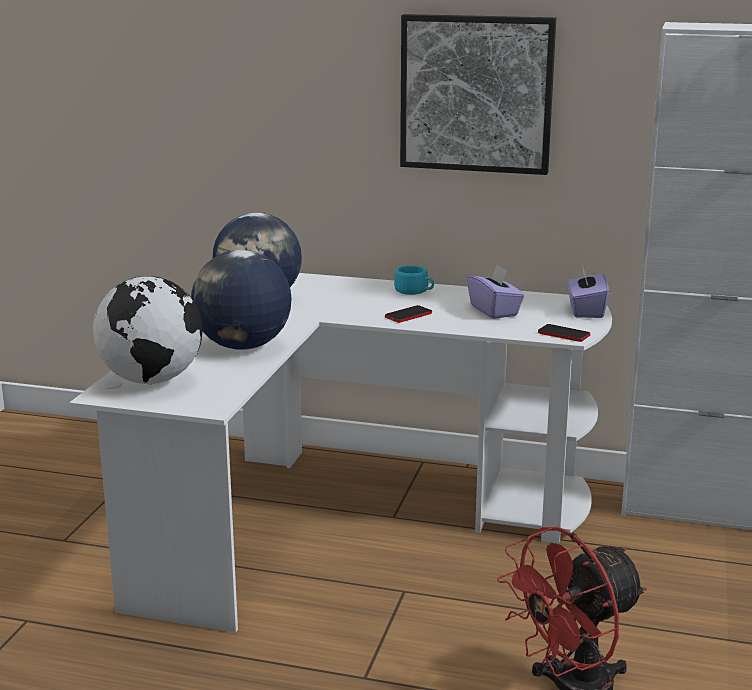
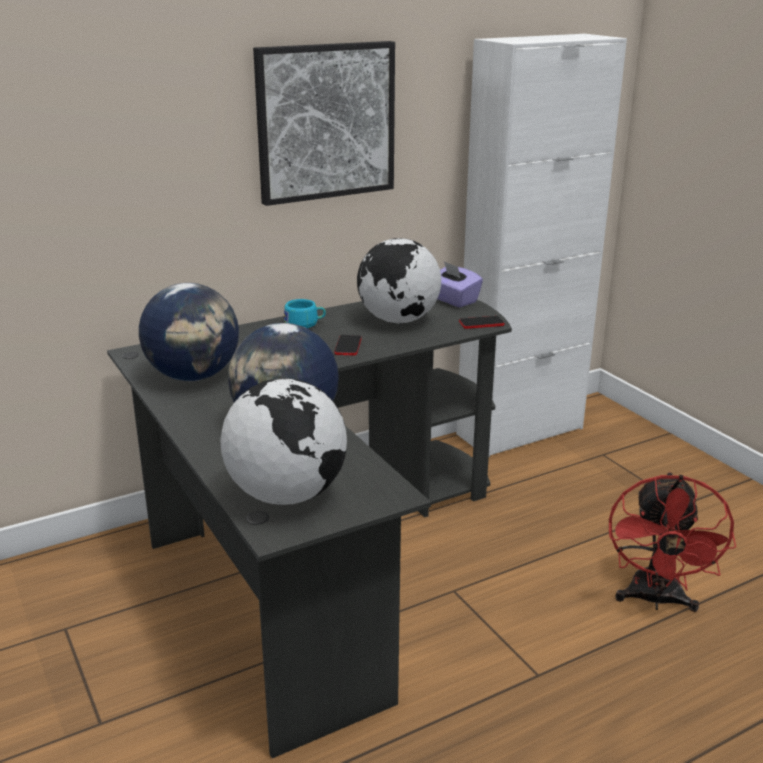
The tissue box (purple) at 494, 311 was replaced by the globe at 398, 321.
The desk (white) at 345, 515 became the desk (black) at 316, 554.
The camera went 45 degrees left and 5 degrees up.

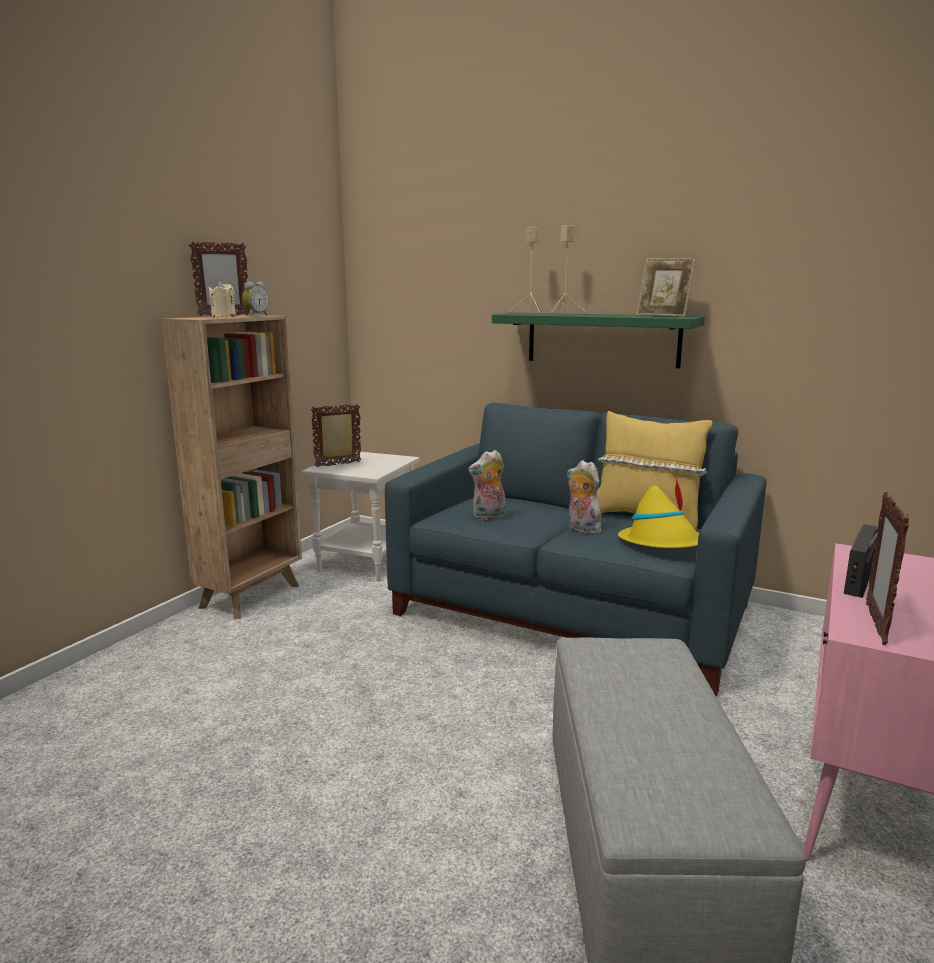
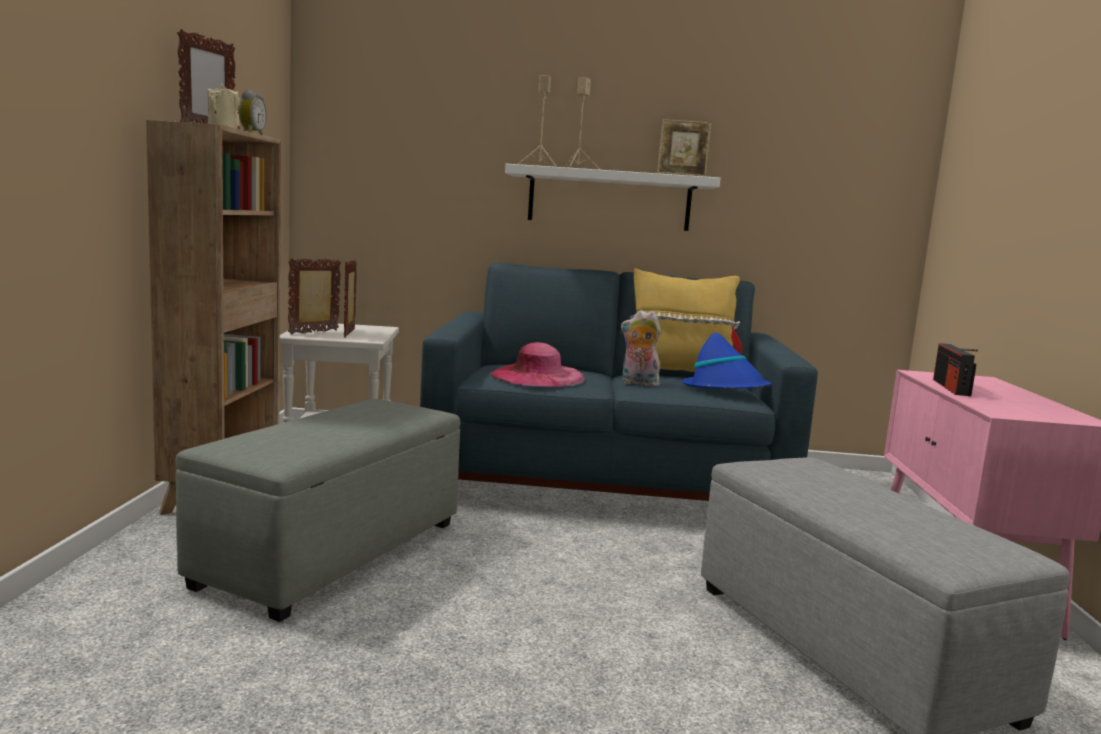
The ottoman (grey) at 331, 554 appeared.
The picture frame moved from 876, 624 to 350, 333.
The plush toy at 489, 517 was replaced by the hat (pink) at 537, 376.
The shelf (green) at 602, 339 became the shelf (white) at 609, 199.
The hat (yellow) at 662, 544 became the hat (blue) at 725, 390.
The camera went 25 degrees left and 5 degrees down.

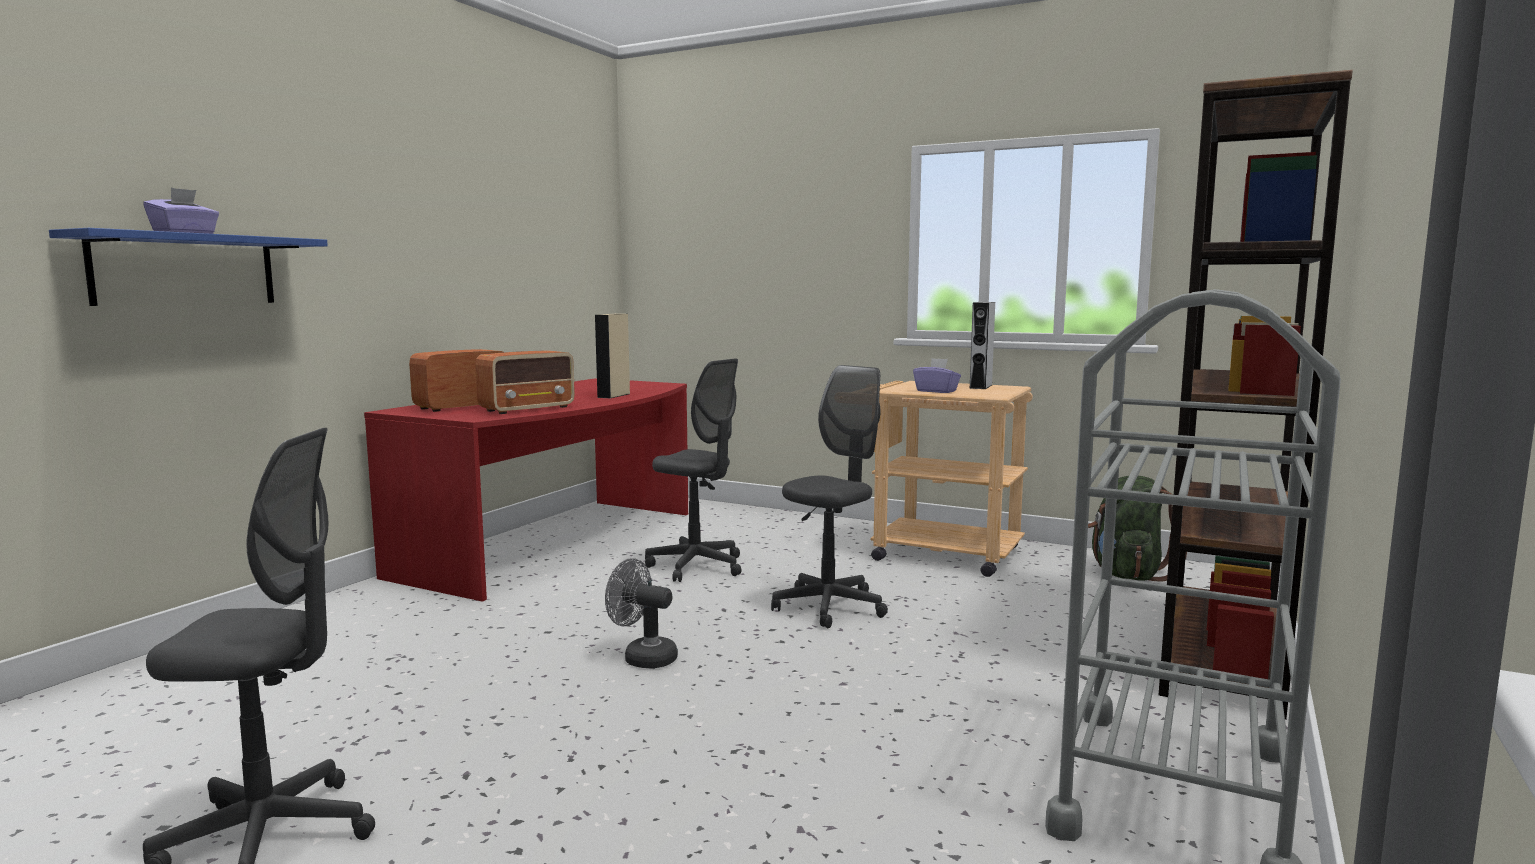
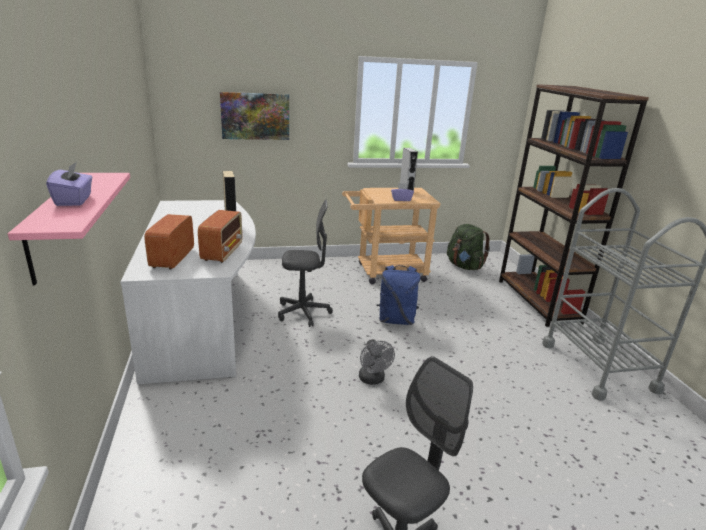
The picture at 255, 116 appeared.
The office chair (grey) at 829, 607 was replaced by the backpack (blue) at 396, 320.
The shelf (blue) at 185, 270 became the shelf (pink) at 55, 225.
The desk (red) at 559, 544 became the desk (white) at 203, 318.
The fan (grey) at 643, 657 turned 90 degrees counterclockwise.
The camera went 40 degrees left and 15 degrees up.

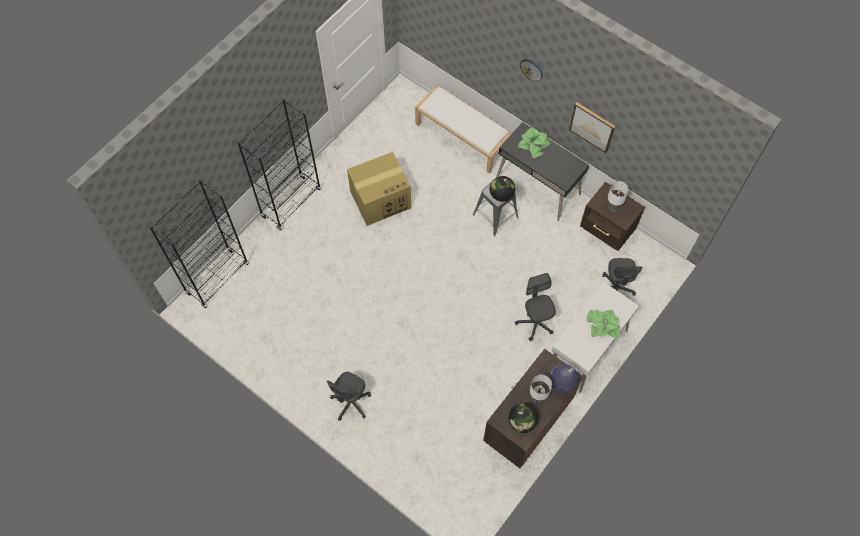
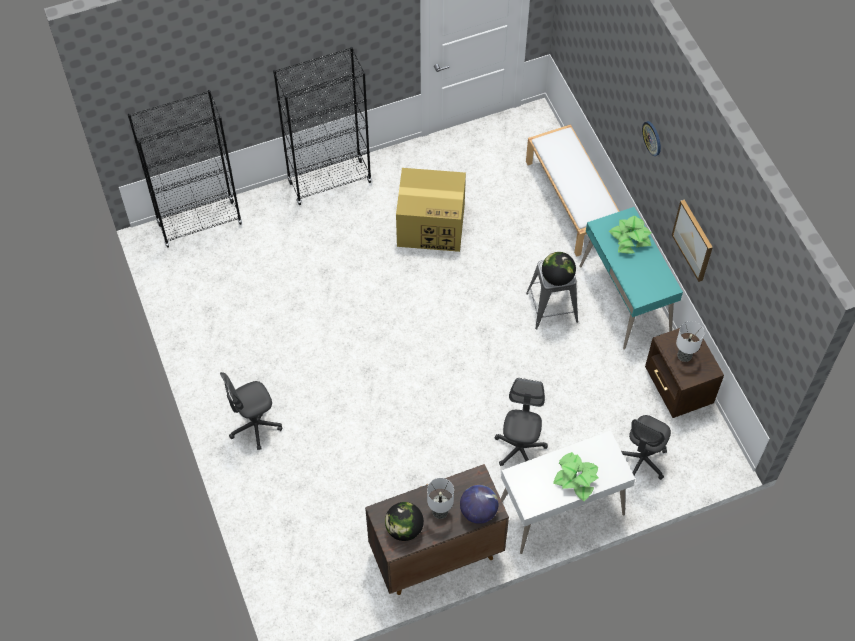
The desk (black) at 538, 186 became the desk (turquoise) at 625, 299.
The camera went 30 degrees right and 5 degrees down.

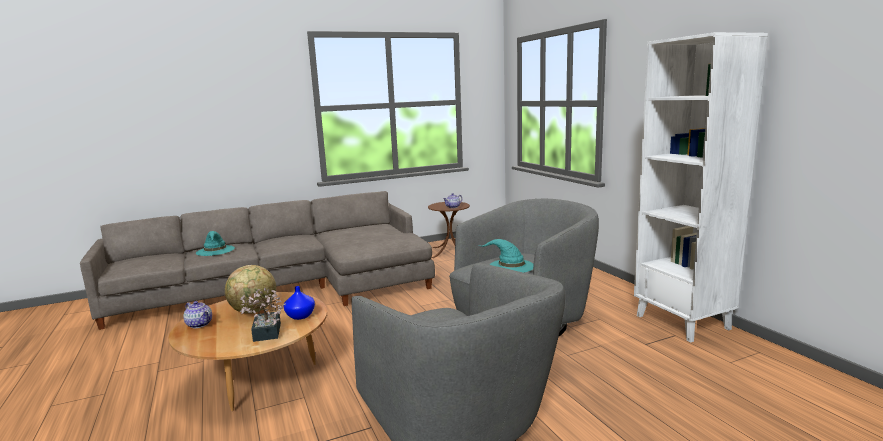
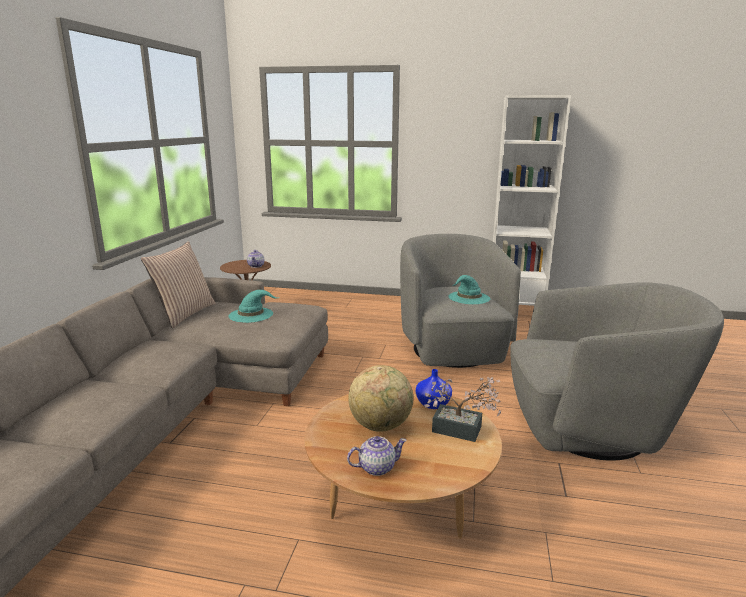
The pillow at 184, 314 appeared.
The hat (turquoise) moved from 215, 250 to 251, 314.
The camera went 55 degrees left and 5 degrees up.

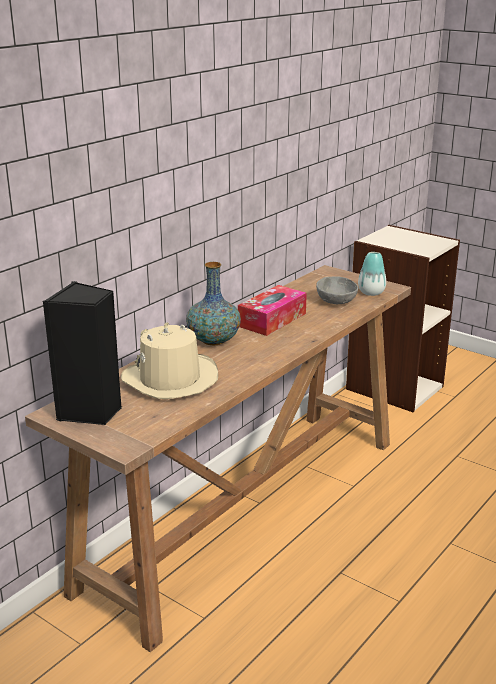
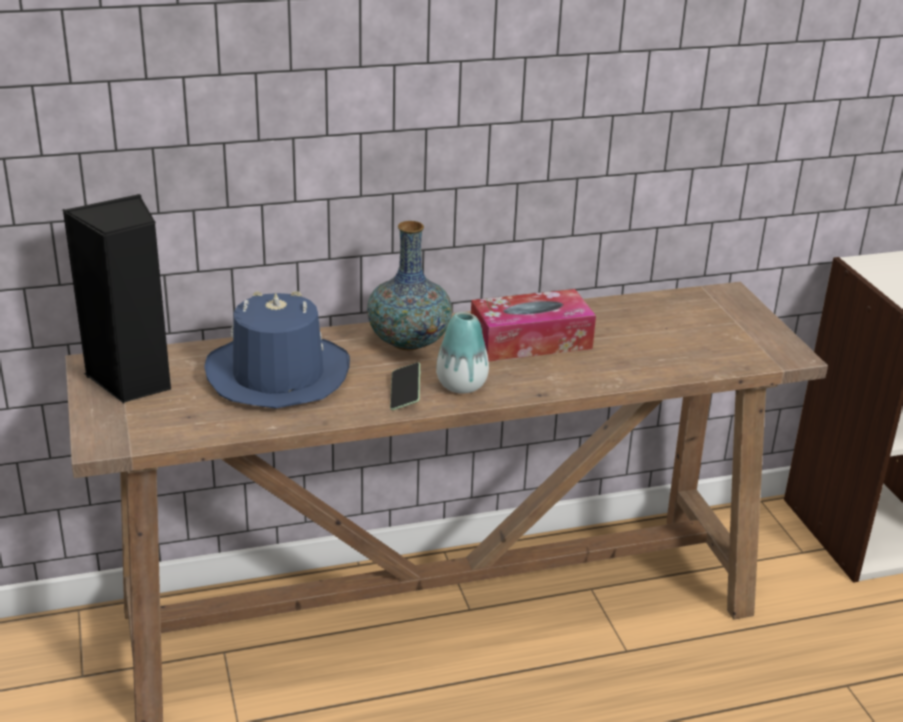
The bowl (grey) at 337, 301 disappeared.
The phone at 405, 394 appeared.
The vase moved from 371, 292 to 461, 385.
The hat (beige) at 170, 379 became the hat (blue) at 277, 375.
The camera went 35 degrees right and 5 degrees up.

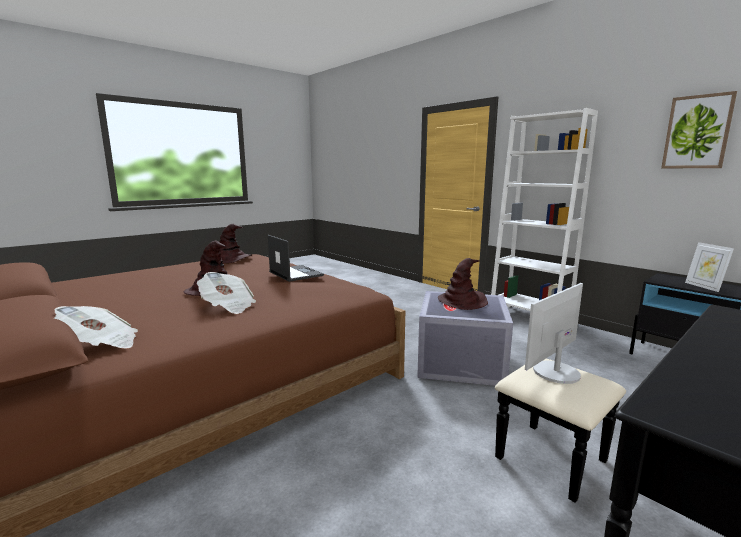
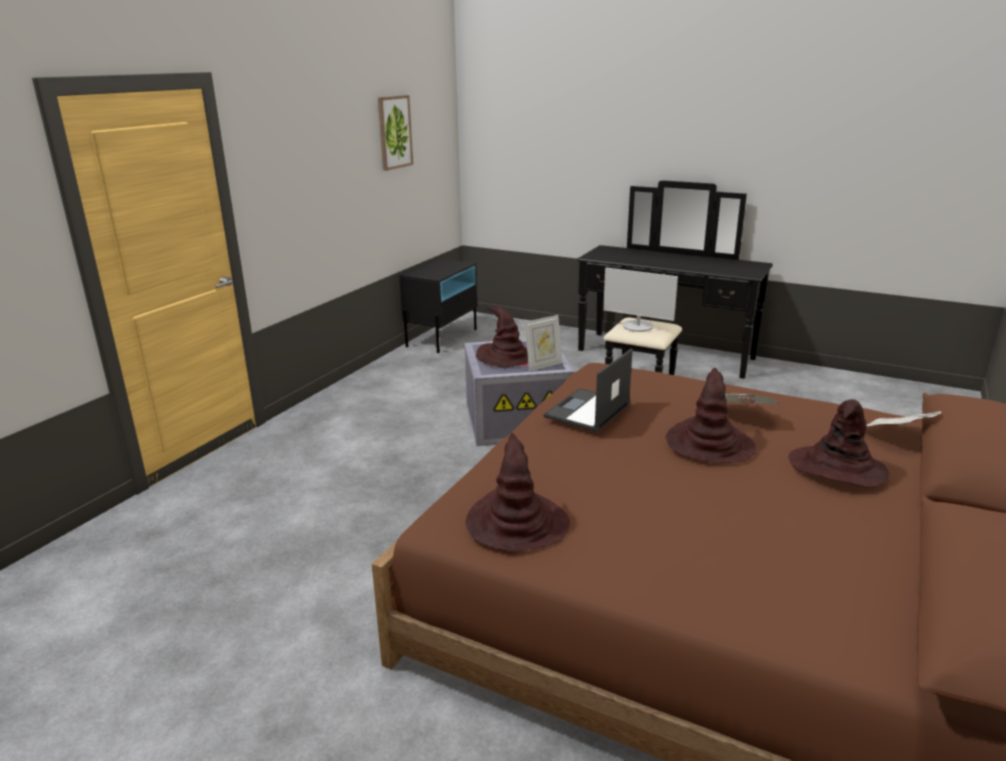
The bookcase (white) at 529, 318 disappeared.
The hat (brown) at 837, 468 appeared.
The picture frame moved from 704, 287 to 543, 366.
The camera went 110 degrees left and 10 degrees up.

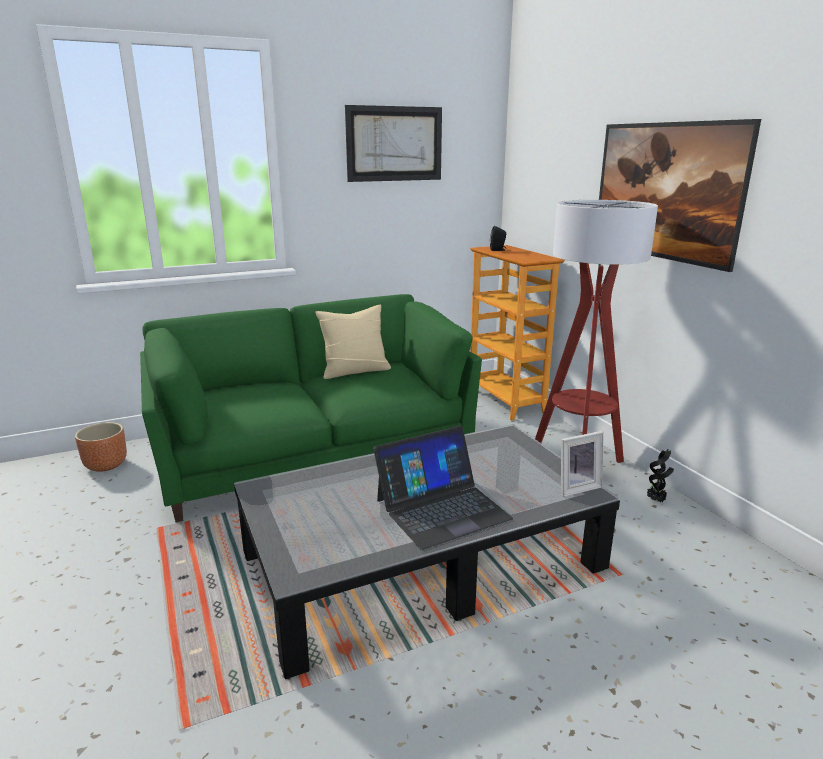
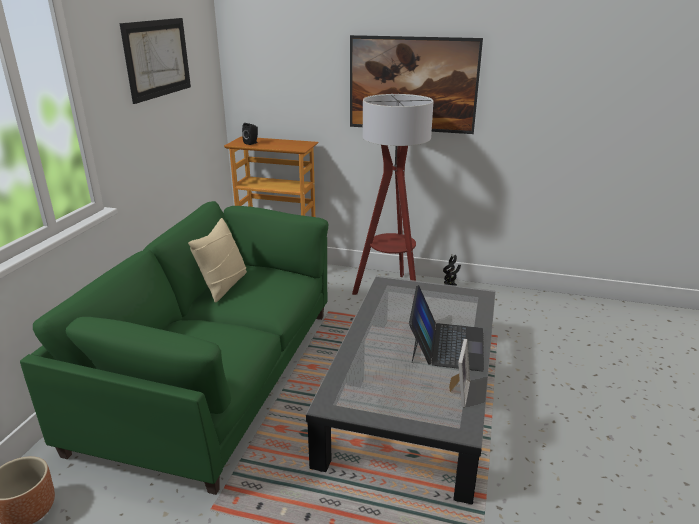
The picture frame moved from 576, 487 to 457, 392.
The camera went 50 degrees left and 5 degrees up.

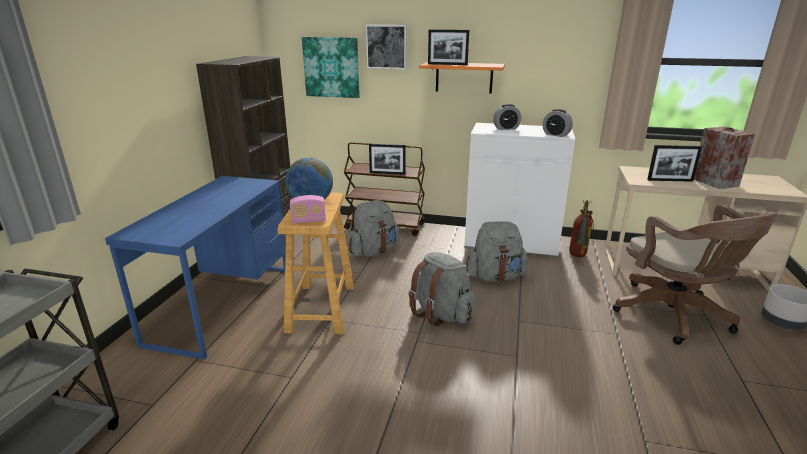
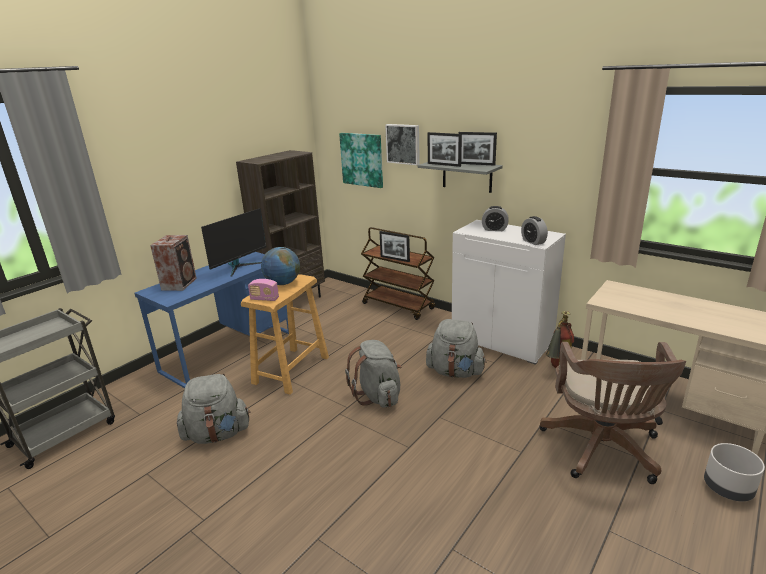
The monitor at 240, 266 appeared.
The backpack (grey) moved from 374, 251 to 217, 434.
The picture frame moved from 670, 180 to 476, 164.
The speaker moved from 714, 182 to 180, 283.
The shelf (orange) at 464, 77 became the shelf (grey) at 467, 176.
The camera went 25 degrees right and 0 degrees up.

